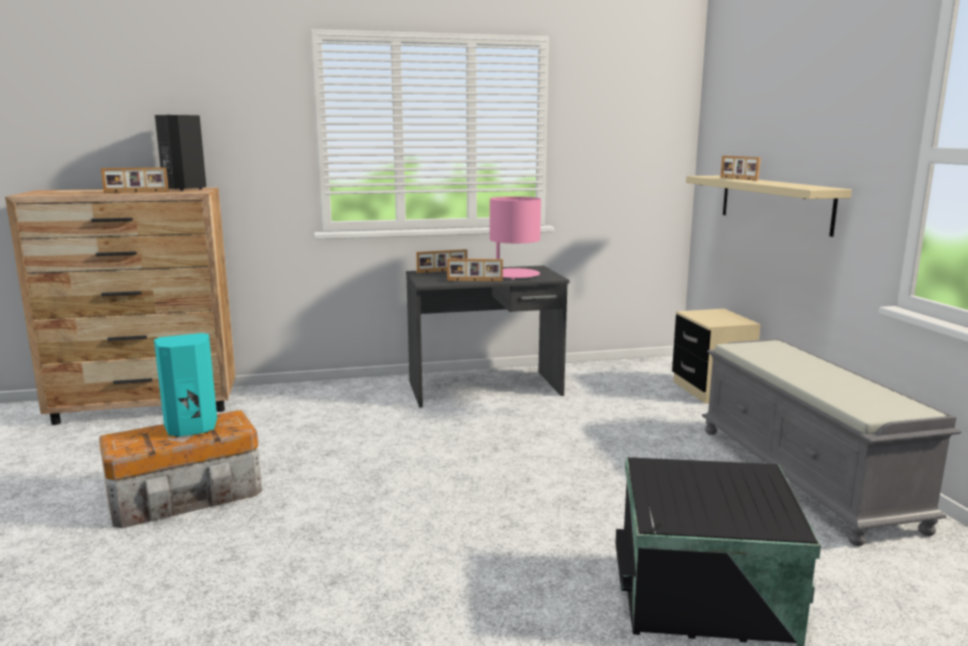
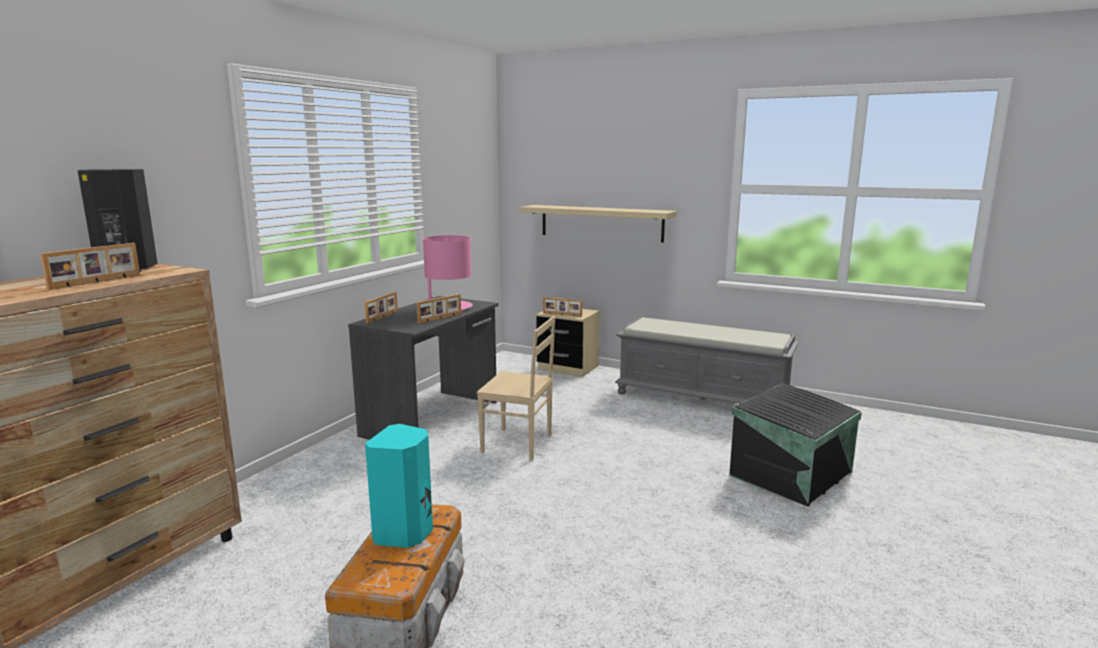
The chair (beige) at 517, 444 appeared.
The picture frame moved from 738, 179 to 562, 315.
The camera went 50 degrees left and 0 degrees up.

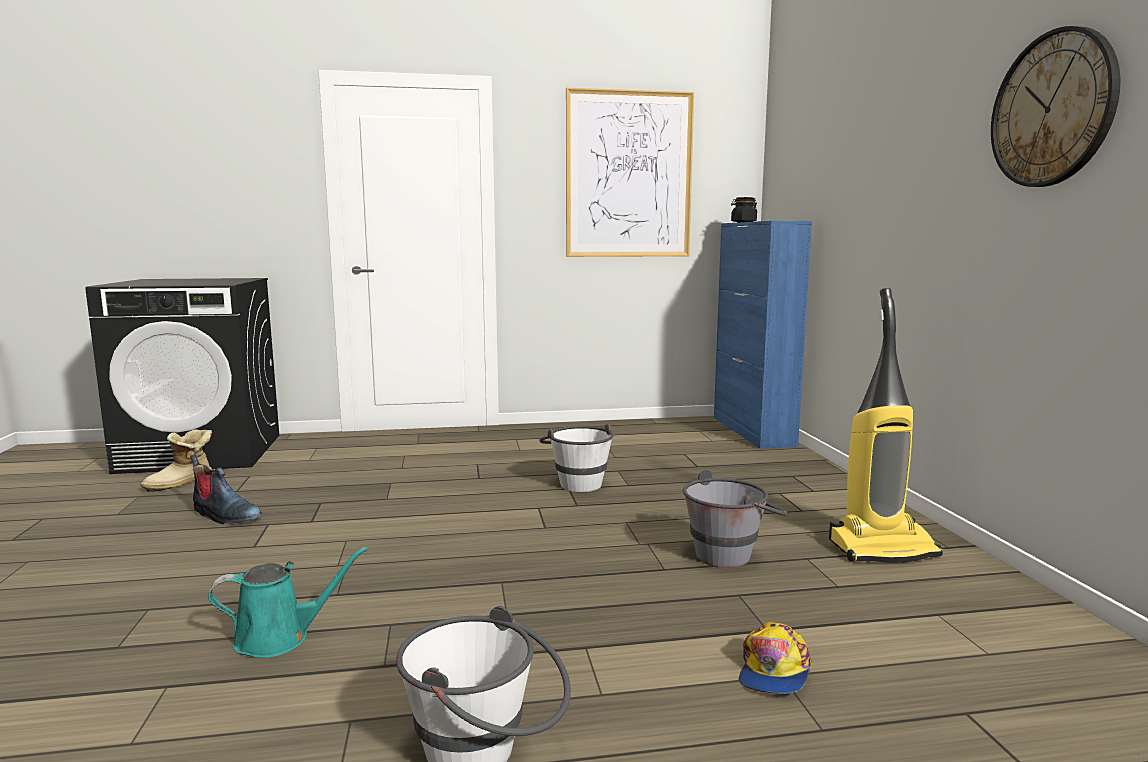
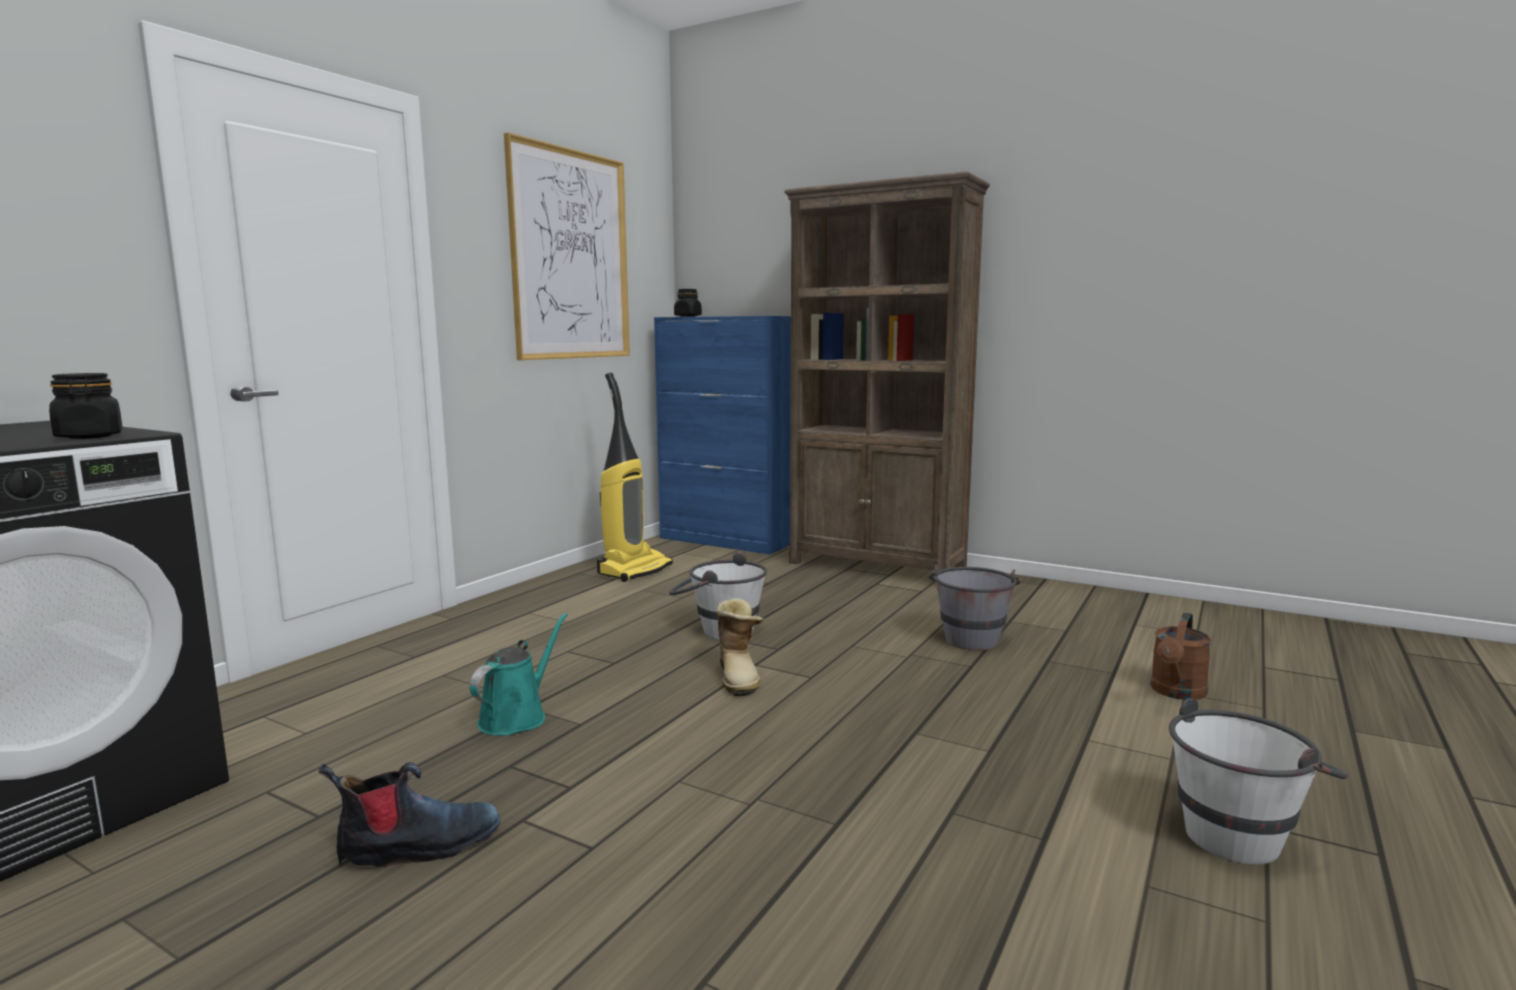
The wall clock at 1052, 109 disappeared.
The jar (black) at 90, 436 appeared.
The bookcase (brown) at 877, 566 appeared.
The boot moved from 182, 483 to 740, 677.
The watering can (turquoise) moved from 280, 638 to 517, 717.
The vacuum cleaner moved from 882, 548 to 634, 570.
The cap at 773, 671 was replaced by the watering can (brown) at 1176, 693.
The camera went 50 degrees left and 0 degrees up.

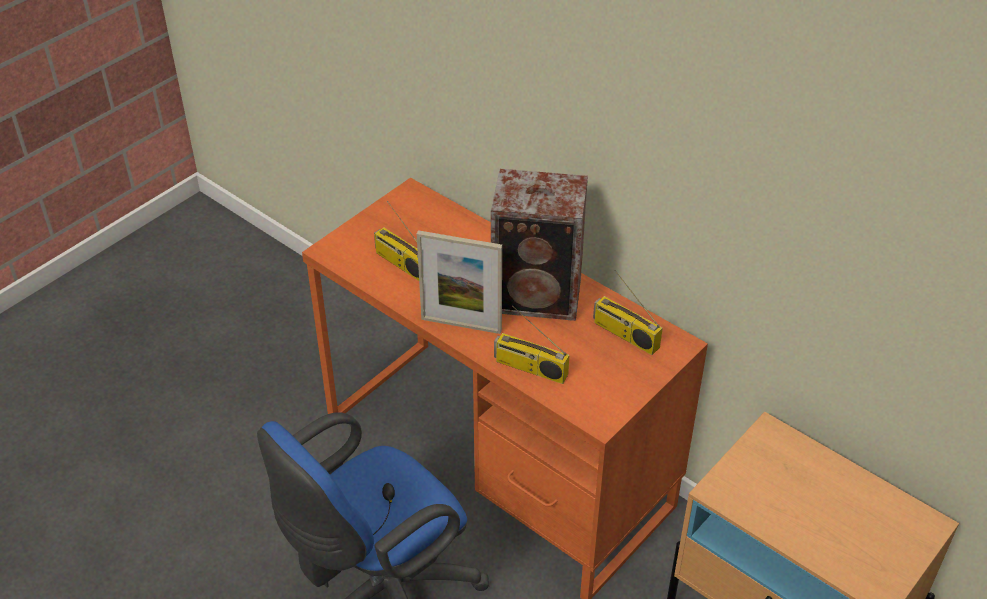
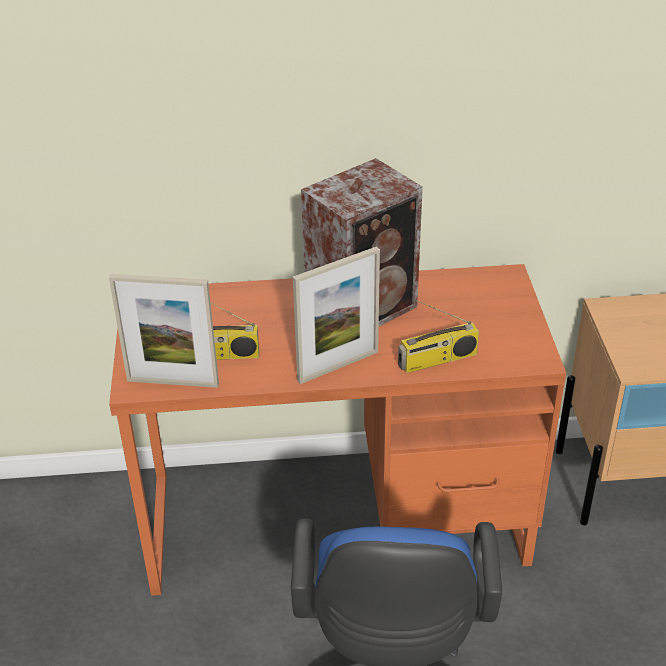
The radio at 624, 335 disappeared.
The picture frame at 172, 382 appeared.
The camera went 45 degrees left and 5 degrees down.

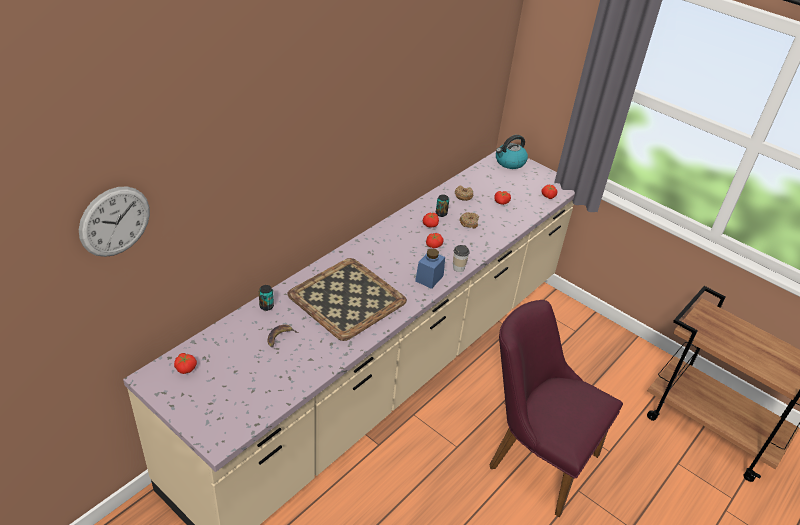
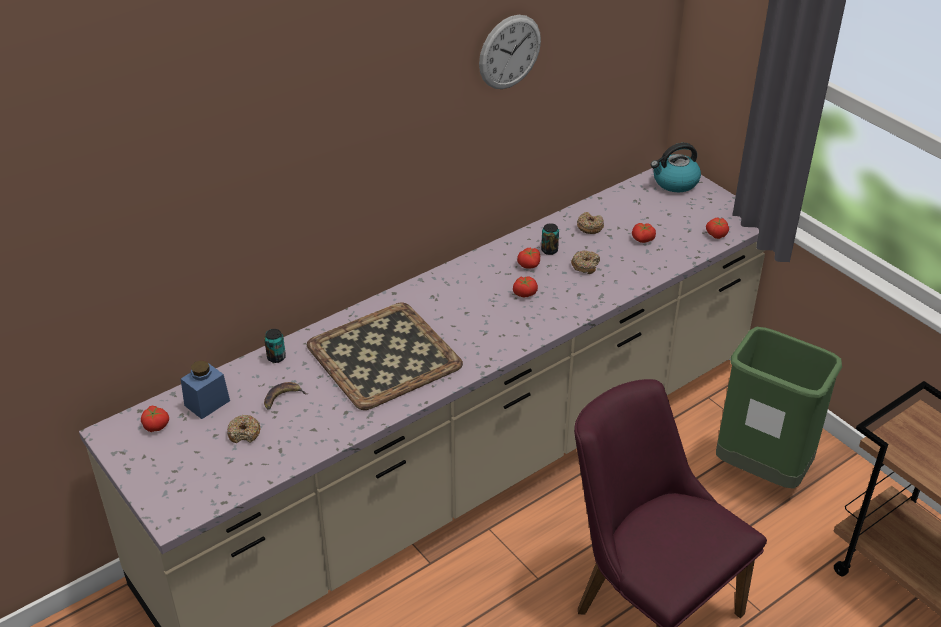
The cup at 458, 268 disappeared.
The donut at 244, 433 appeared.
The trash can (green) at 761, 471 appeared.
The wall clock moved from 115, 221 to 510, 52.
The jar (blue) moved from 429, 278 to 207, 403.
The camera went 15 degrees right and 0 degrees up.

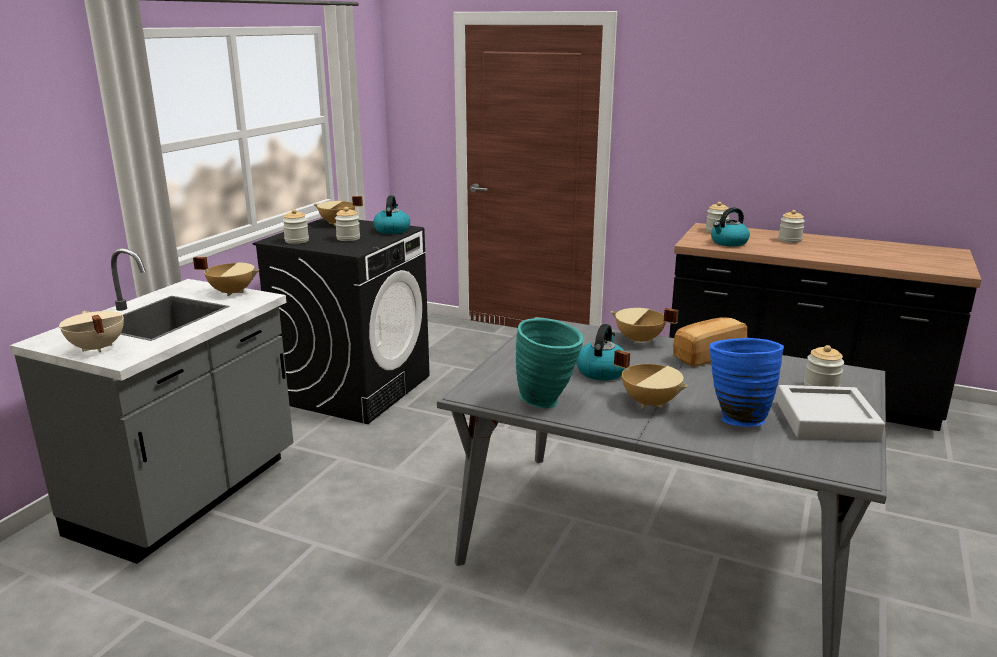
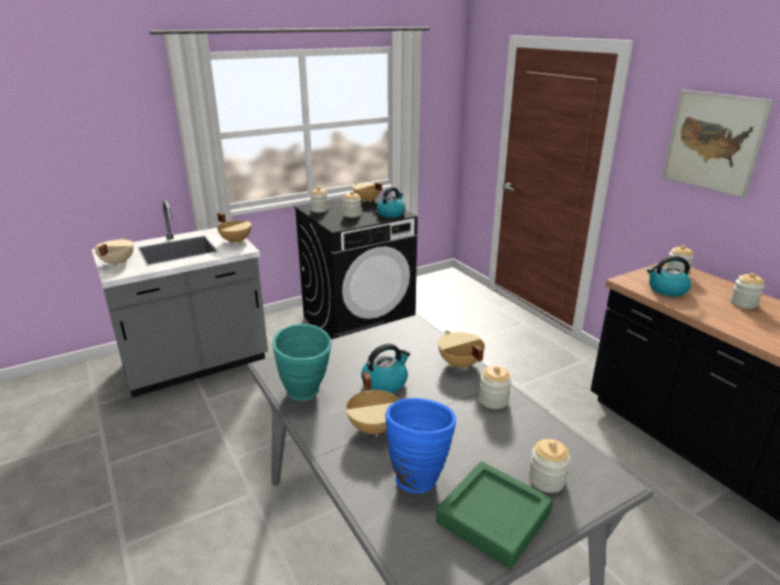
The picture at 713, 142 appeared.
The bread at 707, 355 was replaced by the jar at 493, 400.
The tray (grey) at 826, 420 became the tray (green) at 493, 518.
The camera went 35 degrees right and 5 degrees up.

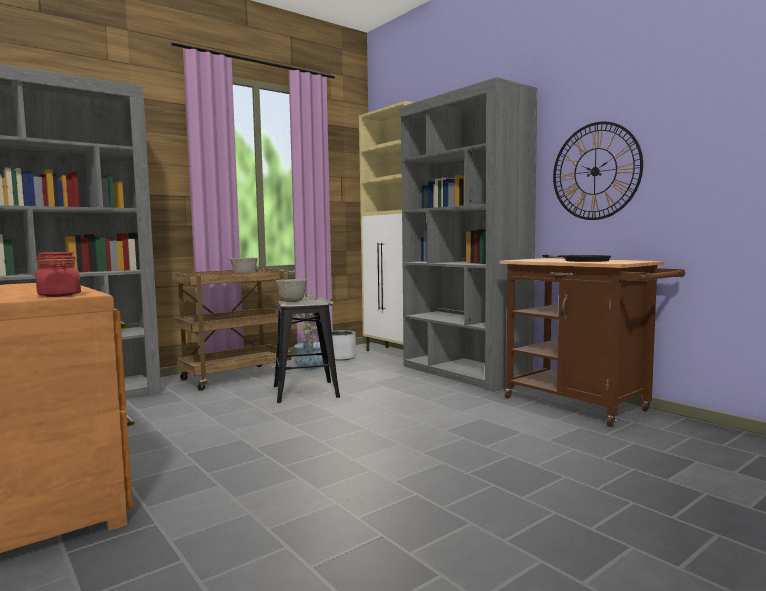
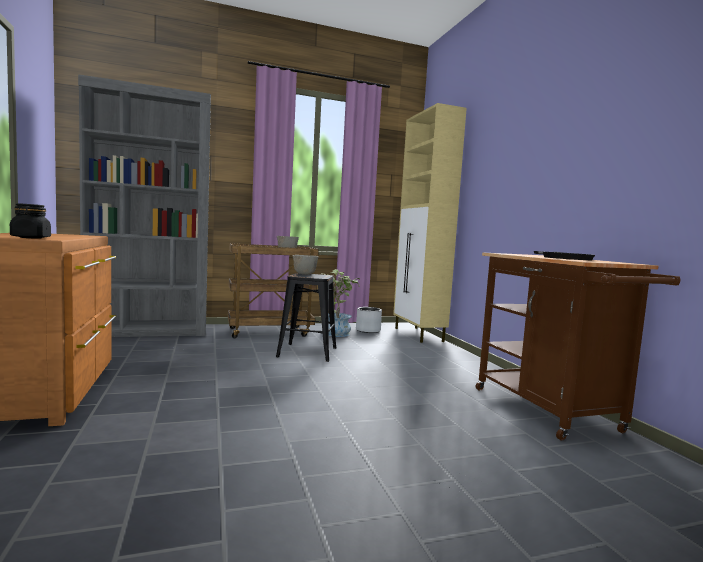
The bookcase (grey) at 463, 373 disappeared.
The wall clock at 595, 171 disappeared.
The jar (red) at 59, 295 became the jar (black) at 31, 238.
The camera went 20 degrees right and 0 degrees up.

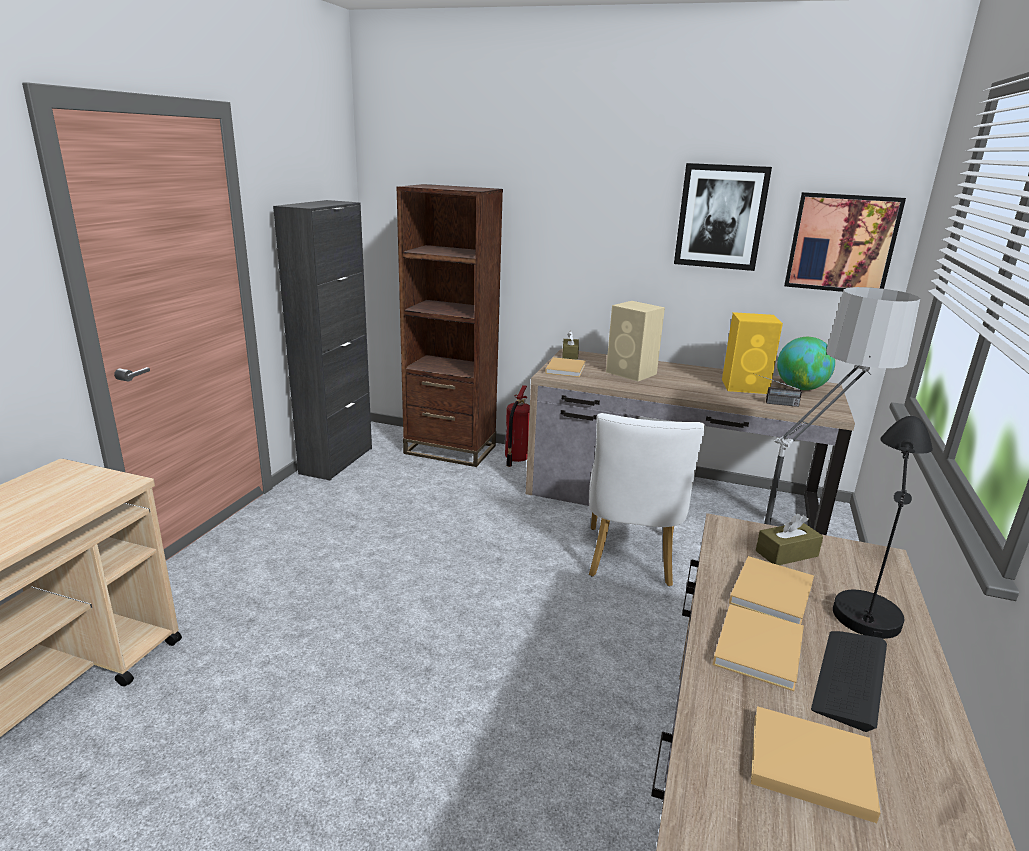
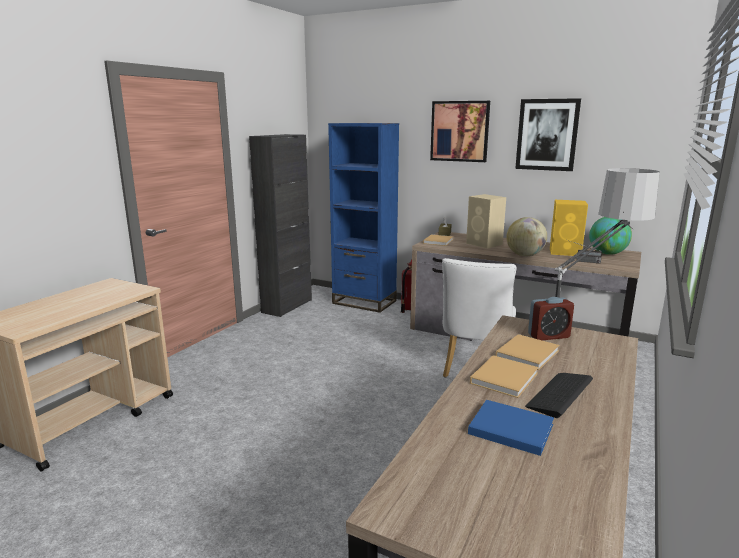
The table lamp (black) at 870, 588 disappeared.
The globe at 525, 255 appeared.
The picture moved from 841, 243 to 459, 131.
The tissue box (brown) at 786, 553 was replaced by the alarm clock at 548, 336.
The bookcase (brown) at 450, 450 became the bookcase (blue) at 364, 302.
The book (beige) at 806, 763 became the book (blue) at 508, 428.
The camera went 10 degrees right and 5 degrees down.

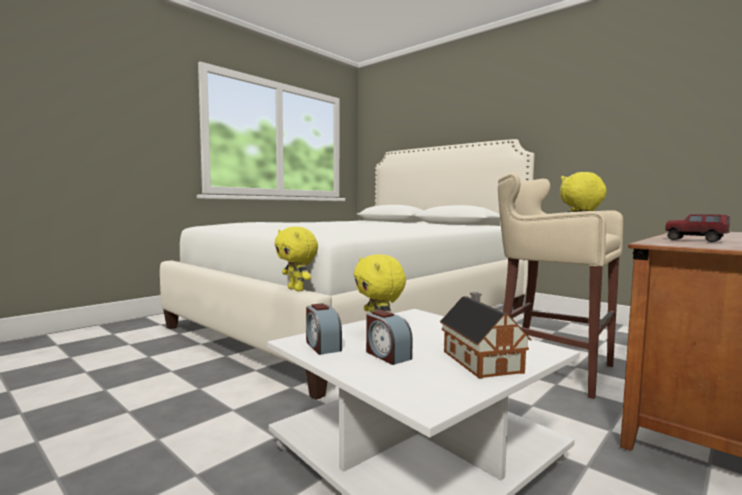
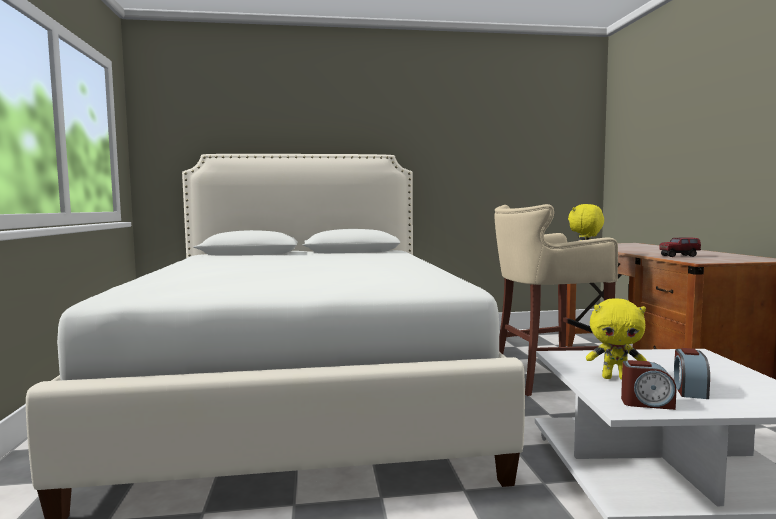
The plush toy (yellow) at 297, 289 disappeared.
The toy house at 480, 360 disappeared.
The alarm clock at 387, 355 turned 105 degrees clockwise.
The camera went 50 degrees left and 0 degrees up.

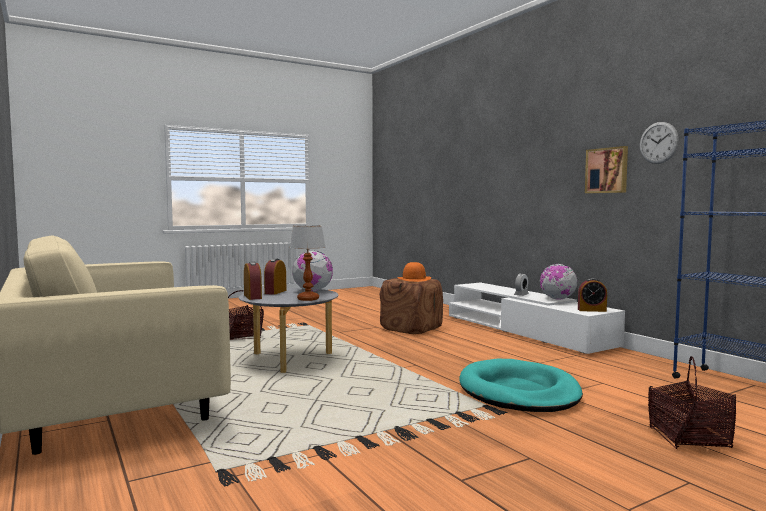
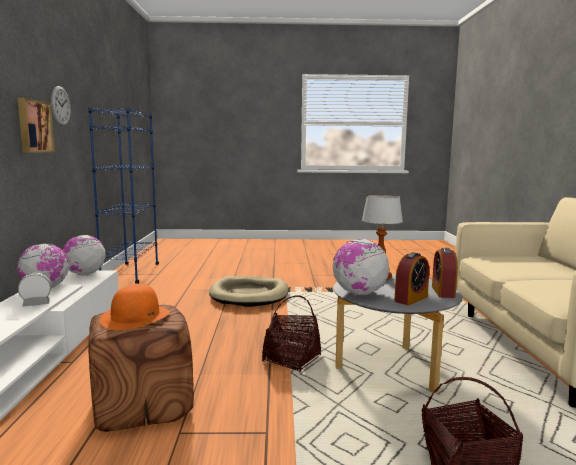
The basket moved from 689, 438 to 291, 359.
The alarm clock at 592, 310 was replaced by the globe at 85, 274.
The dog bed (turquoise) at 518, 392 became the dog bed (beige) at 249, 295.
The camera went 150 degrees left and 5 degrees up.

